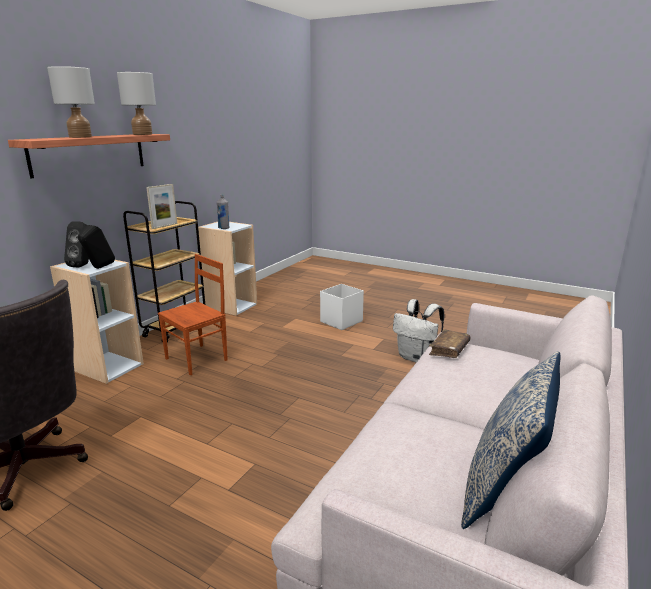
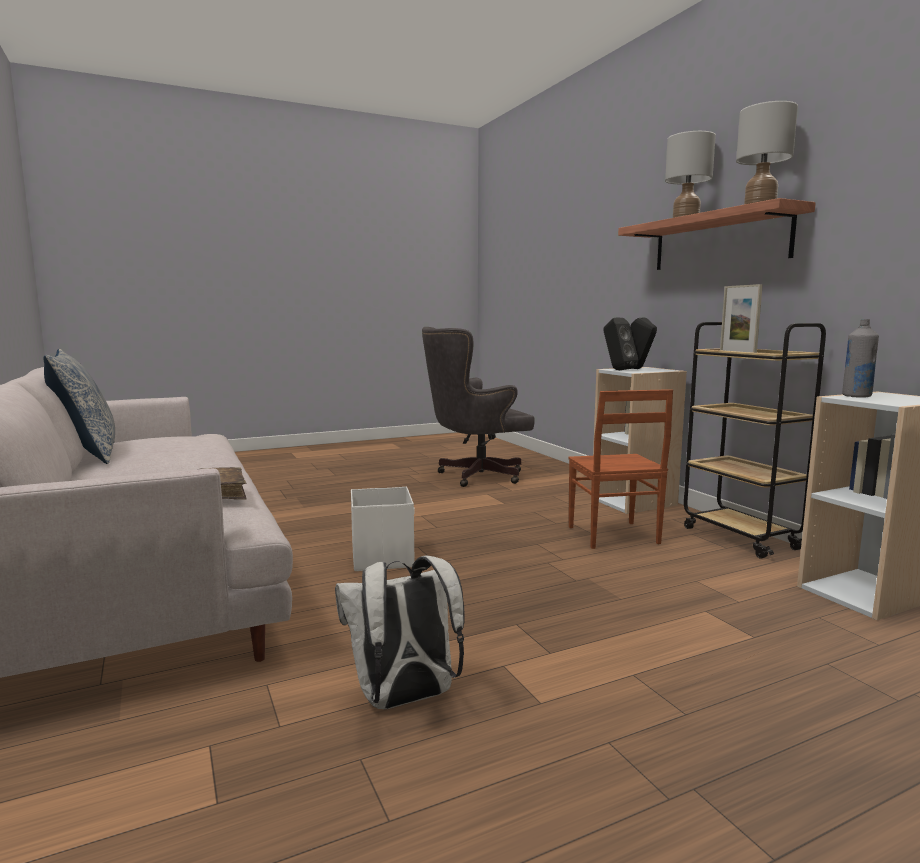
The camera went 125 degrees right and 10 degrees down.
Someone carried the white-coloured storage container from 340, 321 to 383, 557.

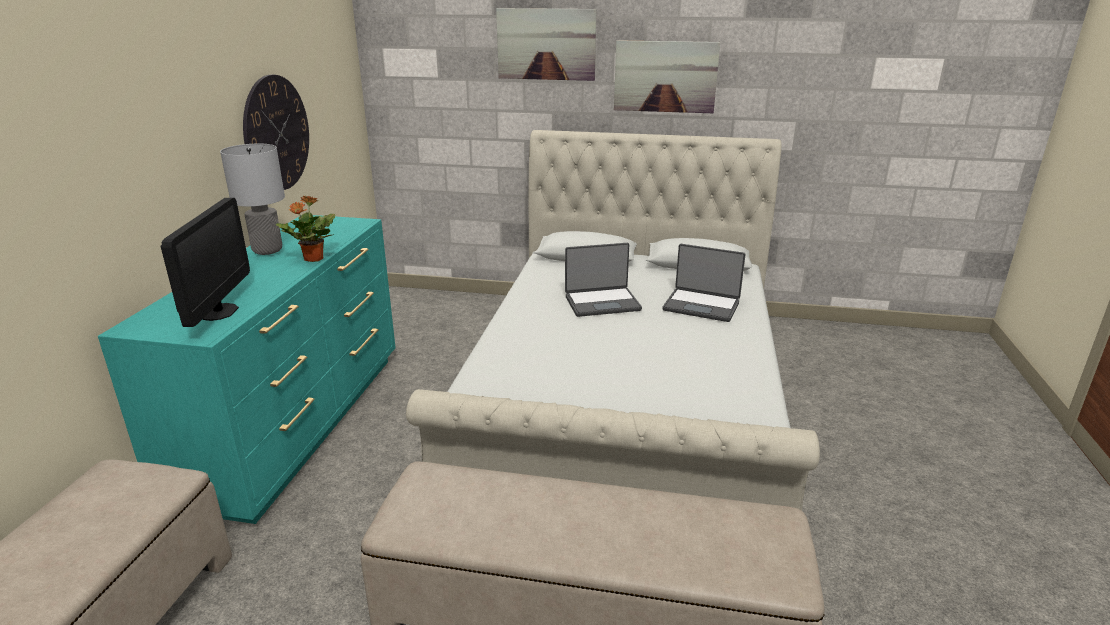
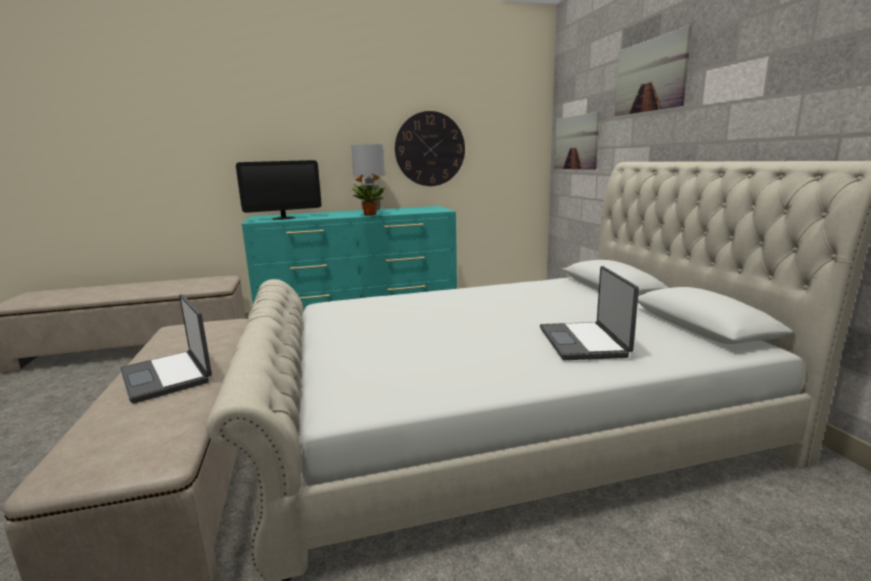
The camera went 65 degrees right and 10 degrees down.
Someone carried the portable computer from 602, 302 to 168, 376.
Someone carried the picture from 665, 76 to 575, 142.

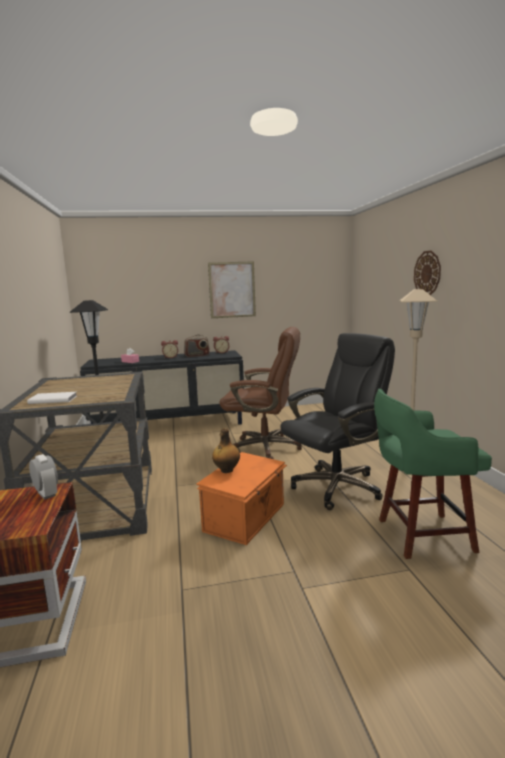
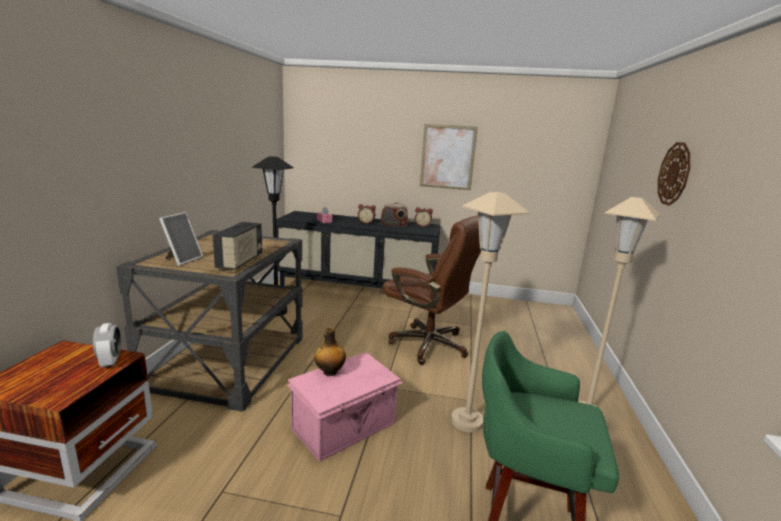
The camera went 20 degrees right and 5 degrees up.
Someone swapped the white-coloured bound book at 53, 399 for the standing frame at 182, 259.
Someone put down the radio set at 240, 261.
Someone repainted the orange-coloured storage container at 246, 517, which became the pink storage container at 345, 426.
Someone swapped the black computer chair at 335, 488 for the beige-coloured floor lamp at 467, 421.

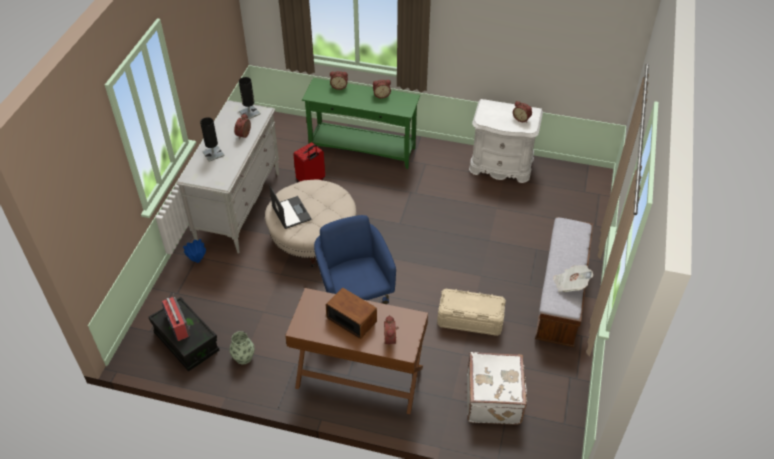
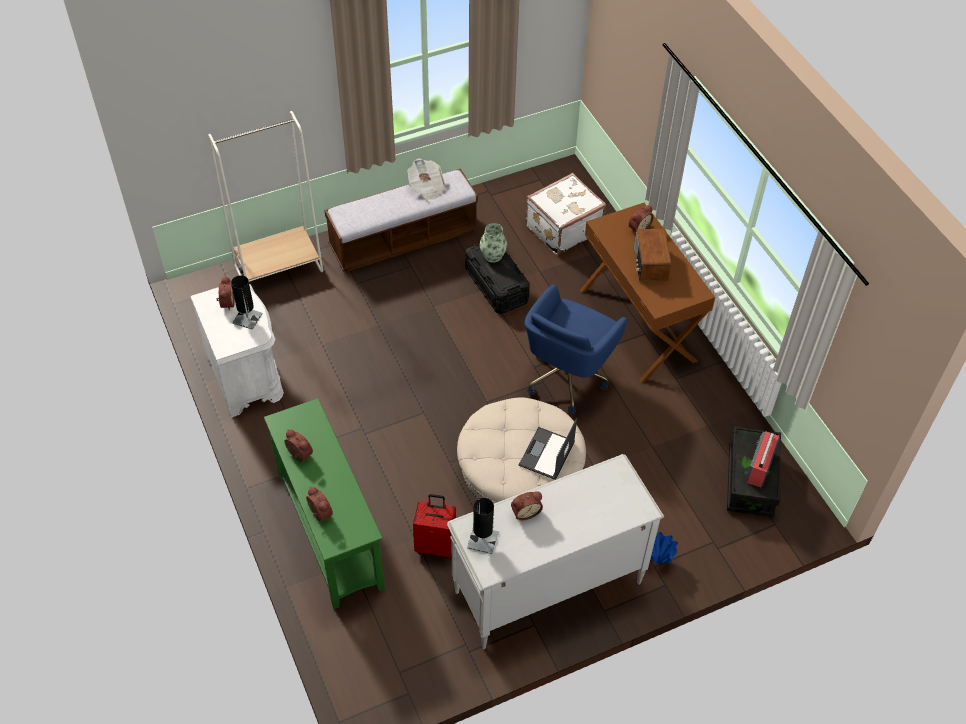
The camera went 130 degrees left and 5 degrees up.
Someone put down the garment stand at 278, 269.
Someone carried the black table lamp from 213, 154 to 247, 318.
Someone repainted the beige-coloured storage container at 470, 320, which became the black storage container at 496, 285.
Someone carried the vase from 243, 357 to 493, 255.

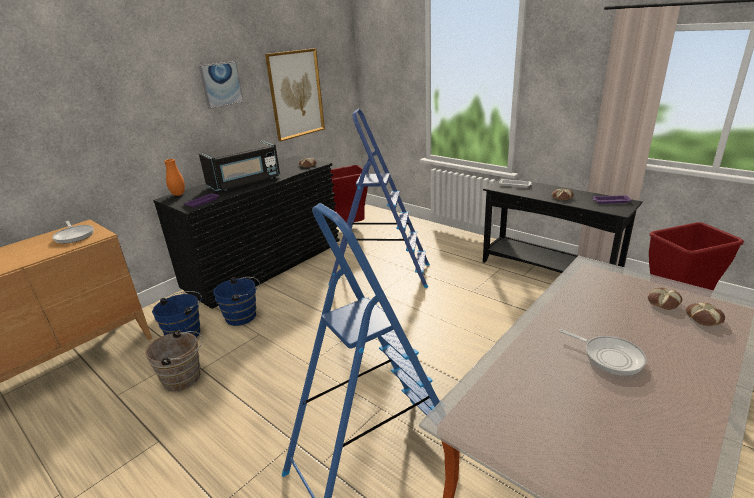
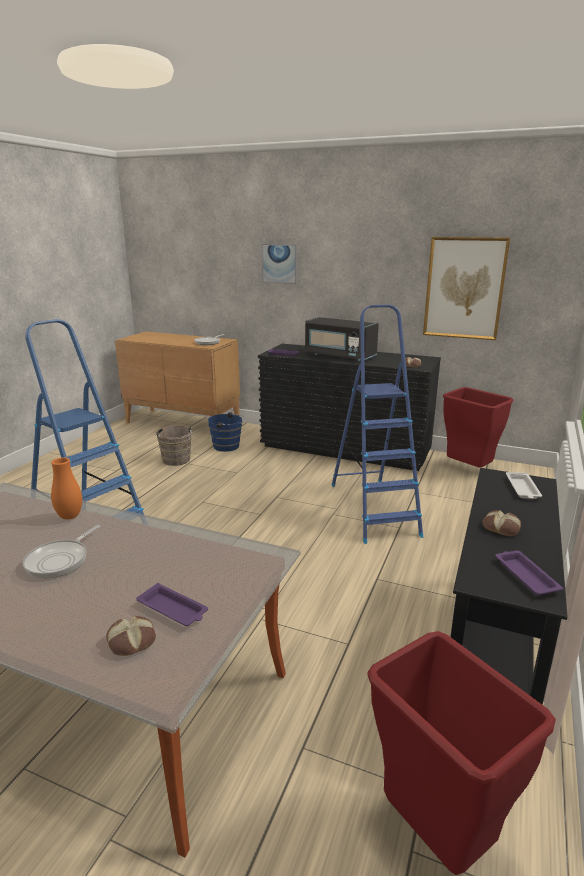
The camera went 70 degrees right and 5 degrees down.
Someone carried the orange-coloured vase from 178, 194 to 70, 516.
Someone swapped the bakery bread at 663, 302 for the purplish carrying tray at 173, 609.
Someone carried the picture from 221, 84 to 279, 263.
Someone took away the blue-coloured water bucket at 243, 316.

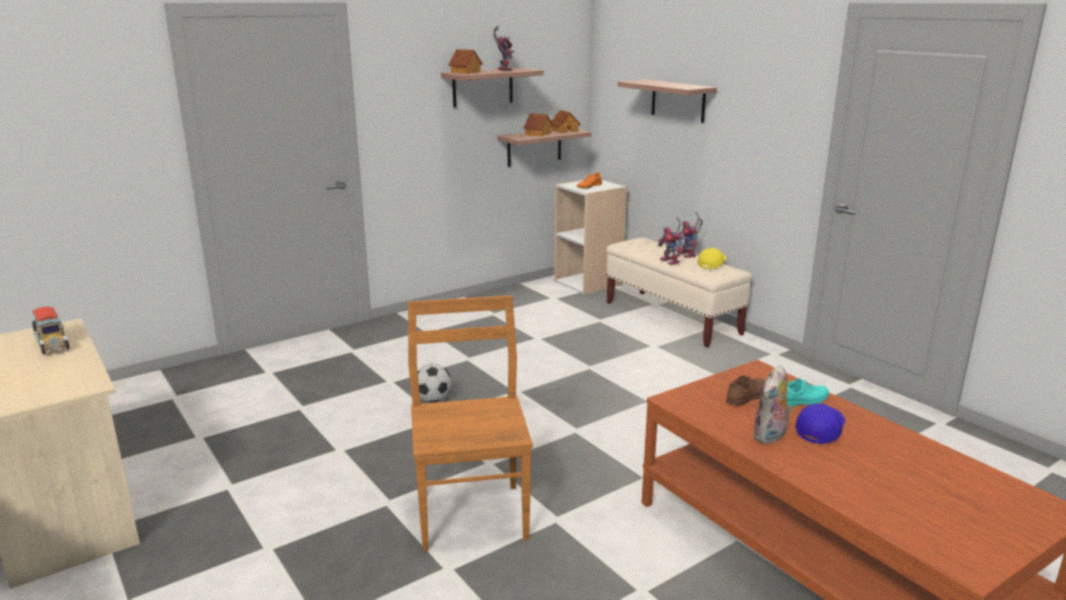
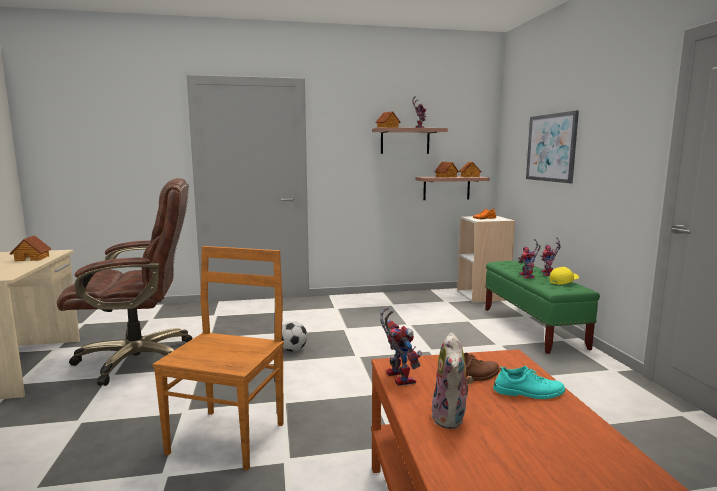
The camera went 25 degrees right and 10 degrees down.
Someone swapped the toy lorry at 52, 346 for the miniature house at 32, 258.
Someone put down the brownish computer chair at 137, 358.
Someone put down the toy robot at 396, 377.
Someone rotated the cuddly toy at 770, 437 by 60 degrees counterclockwise.
Someone repainted the beige-coloured indoor bench at 672, 318, which became the green indoor bench at 532, 328.
Someone swapped the bracket shelf at 678, 100 for the picture at 551, 147.
Someone took away the blue-coloured peaked cap at 820, 430.

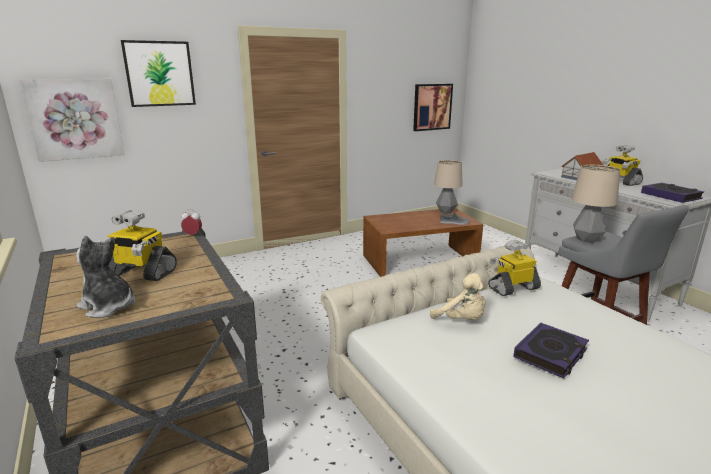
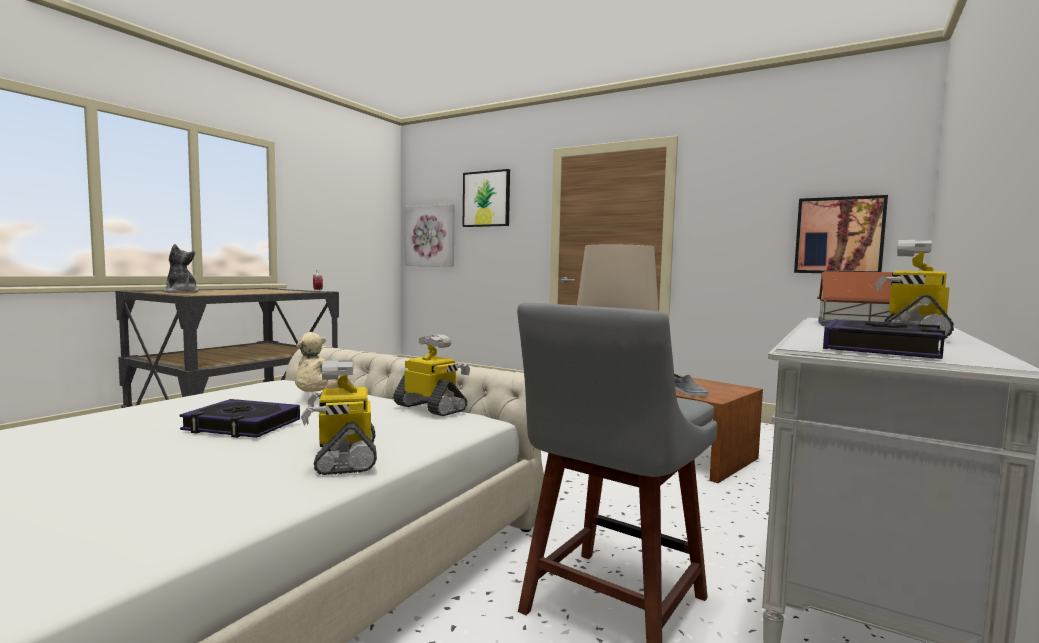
The camera went 60 degrees right and 15 degrees down.
Someone rotated the cuddly toy at 109, 306 by 45 degrees counterclockwise.
Someone carried the toy robot from 141, 273 to 344, 458.
Someone took away the table lamp at 446, 212.

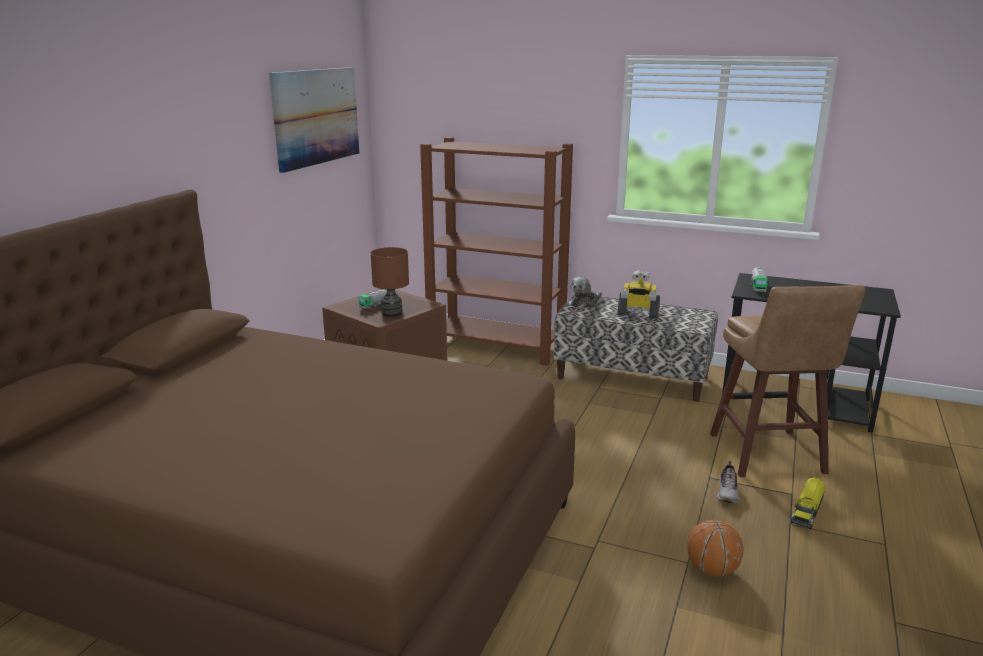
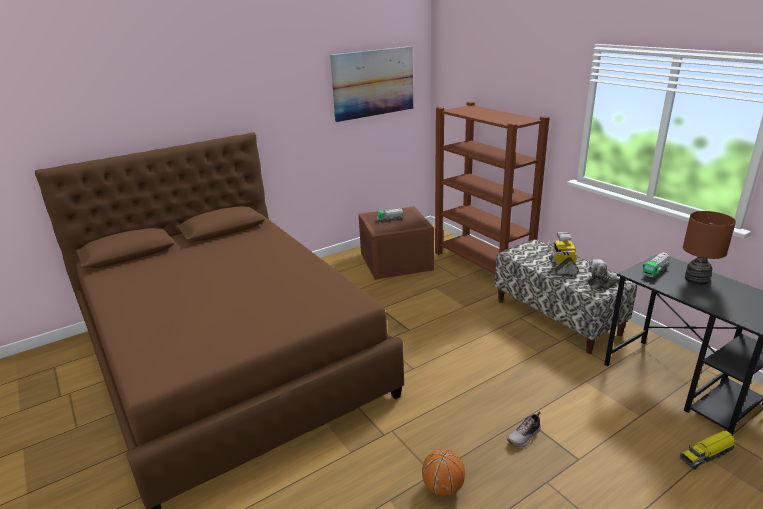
The camera went 35 degrees right and 5 degrees up.
Someone rotated the toy robot at 637, 314 by 45 degrees clockwise.
Someone carried the cuddly toy from 585, 303 to 603, 283.
Someone carried the toy lorry from 807, 510 to 706, 454.
Someone carried the brownish table lamp from 392, 313 to 696, 279.
Someone took away the brownish stool seat at 768, 455.

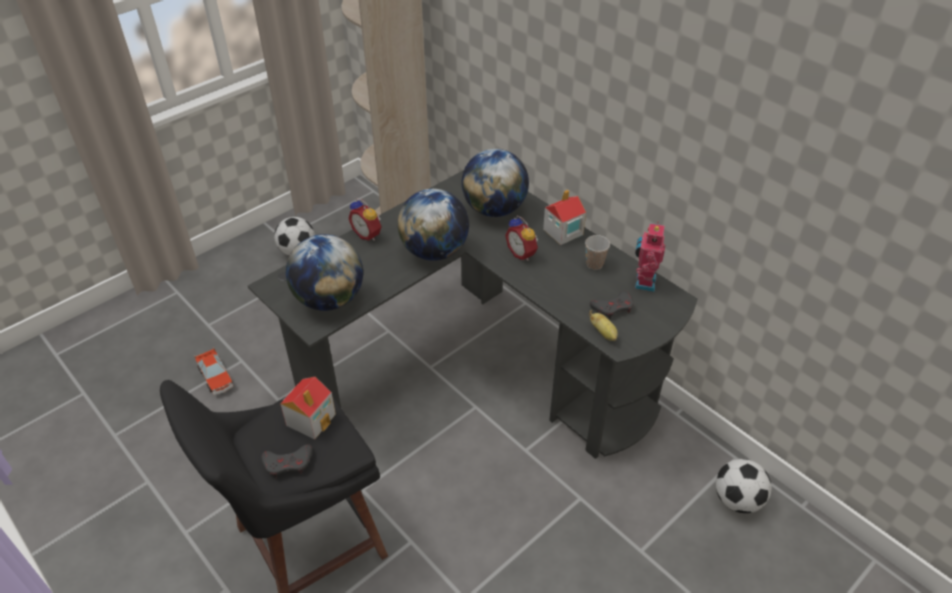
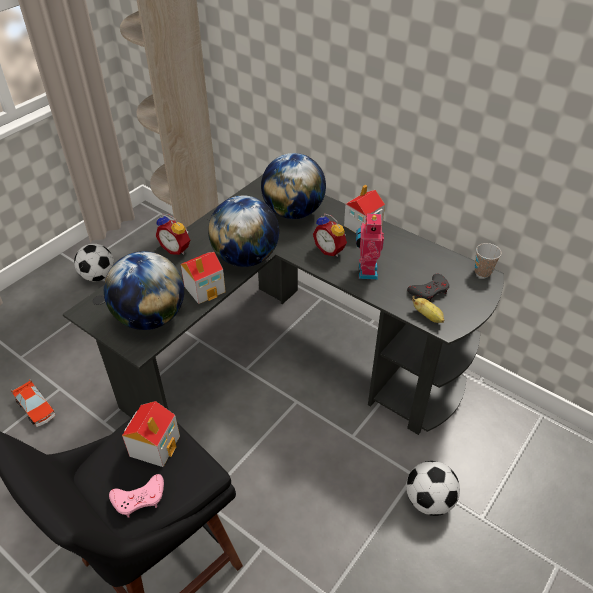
The camera went 10 degrees left and 0 degrees up.
Someone repainted the greyish game controller at 288, 463, which became the pink game controller at 139, 498.
Someone put down the miniature house at 205, 289.
Someone carried the toy robot from 643, 282 to 366, 271.
Someone carried the football ball from 737, 500 to 428, 500.
Someone carried the cup from 594, 264 to 482, 272.

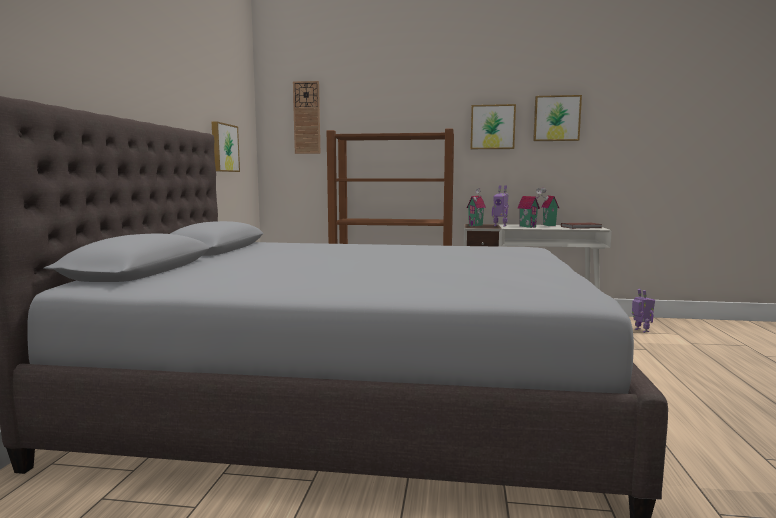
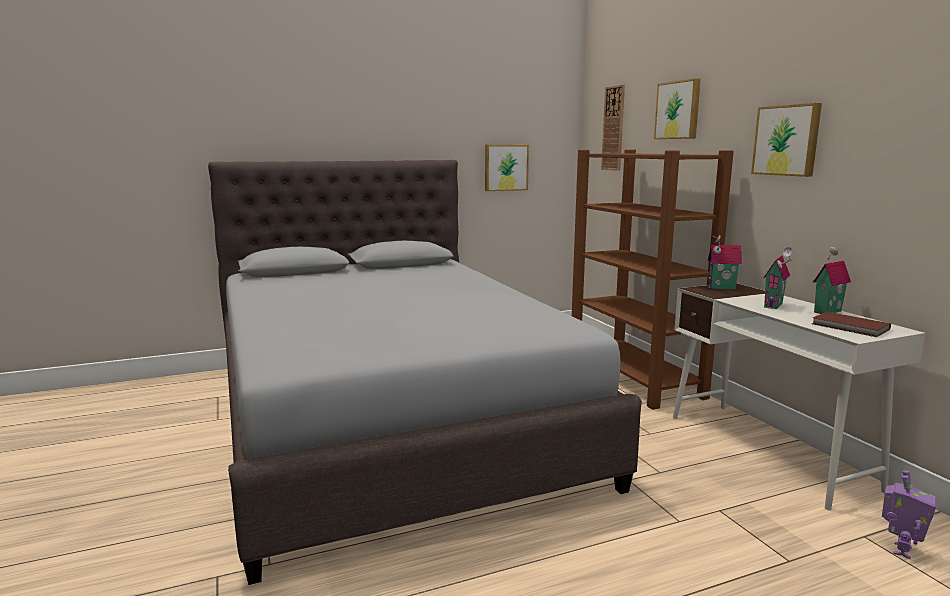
The camera went 60 degrees right and 5 degrees up.
Someone carried the picture from 556, 118 to 678, 110.
Someone took away the toy robot at 500, 226.

